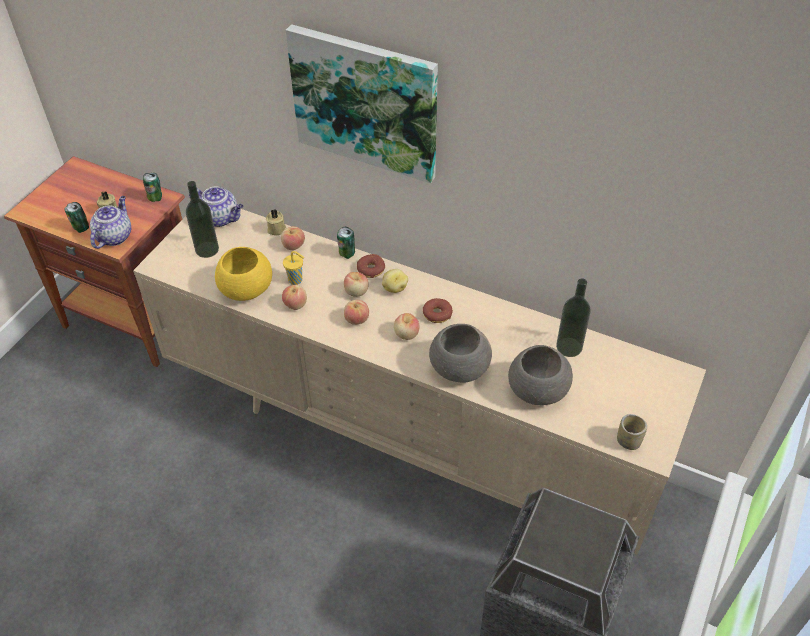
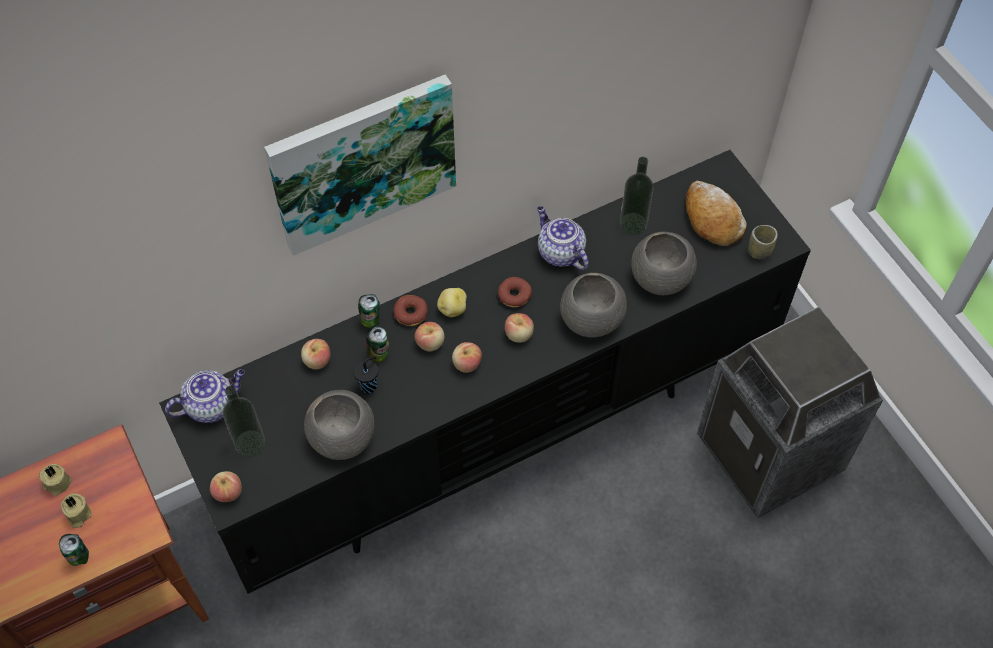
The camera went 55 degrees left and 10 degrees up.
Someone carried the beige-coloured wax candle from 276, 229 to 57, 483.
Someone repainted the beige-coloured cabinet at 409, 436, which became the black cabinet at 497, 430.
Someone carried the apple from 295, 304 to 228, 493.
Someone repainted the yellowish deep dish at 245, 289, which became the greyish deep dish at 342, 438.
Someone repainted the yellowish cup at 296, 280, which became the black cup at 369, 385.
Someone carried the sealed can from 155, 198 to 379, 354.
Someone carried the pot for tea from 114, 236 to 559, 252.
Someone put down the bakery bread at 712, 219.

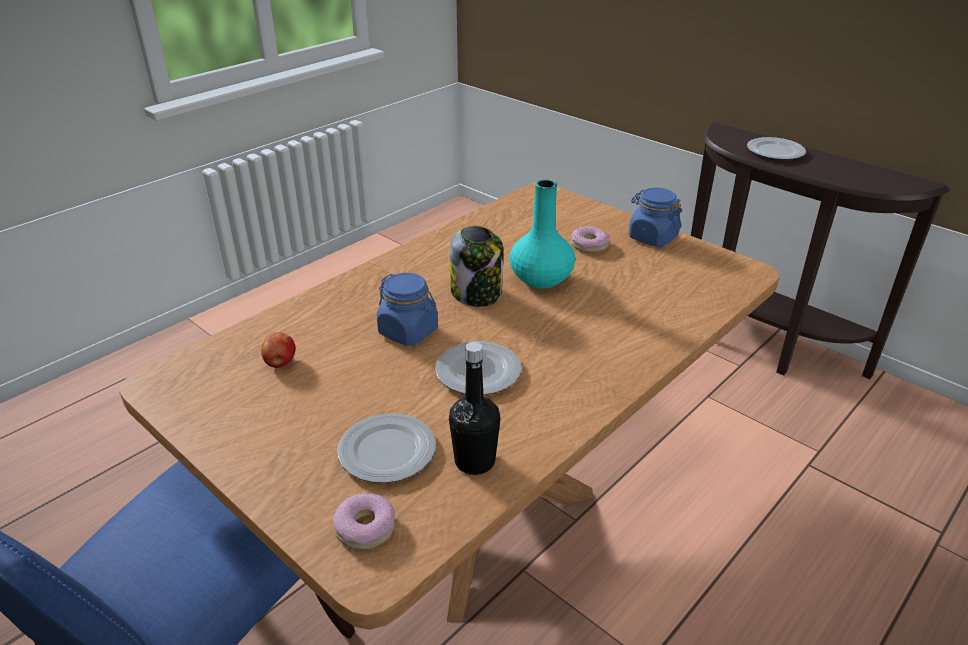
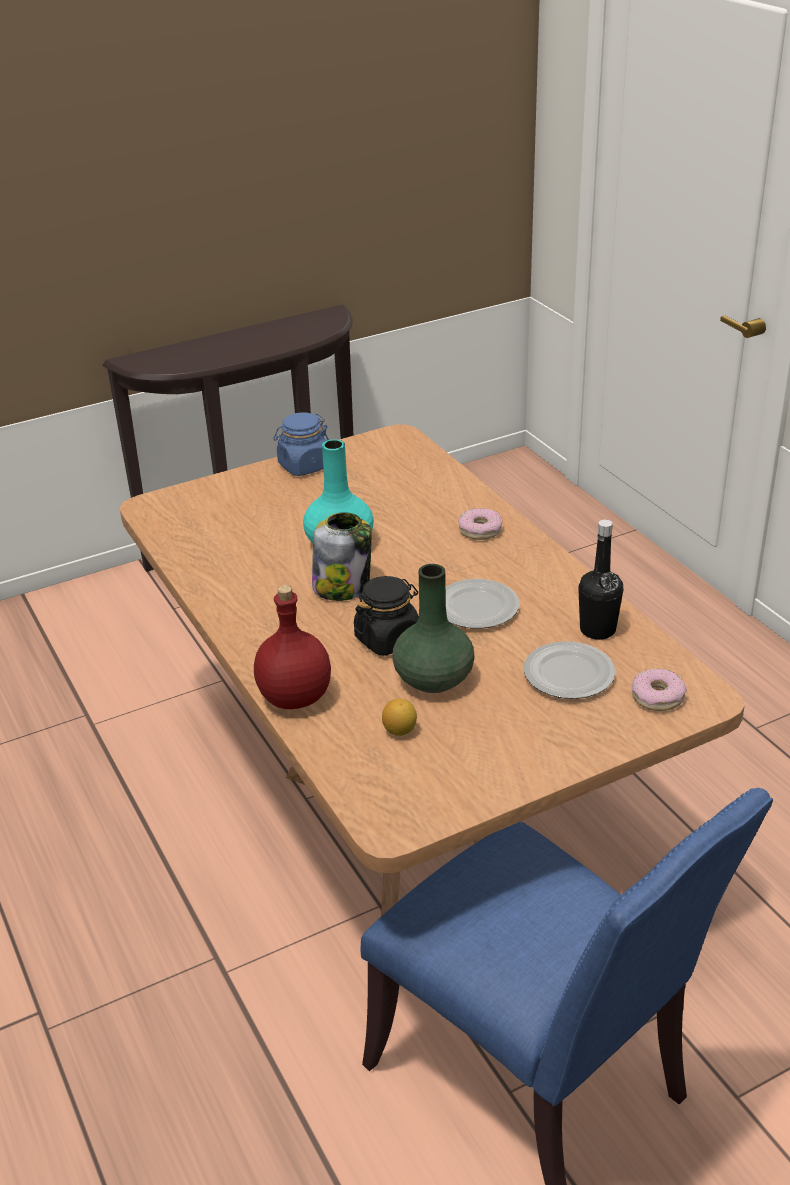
The camera went 70 degrees left and 0 degrees up.
Someone put down the reddish drink bottle at 294, 698.
Someone repainted the blue-coloured jar at 408, 331, which became the black jar at 387, 639.
Someone swapped the apple at 280, 363 for the whole lemon at 400, 730.
Someone put down the green vase at 432, 679.
Someone carried the donut from 589, 245 to 480, 530.
Someone took away the flat dish at 774, 152.

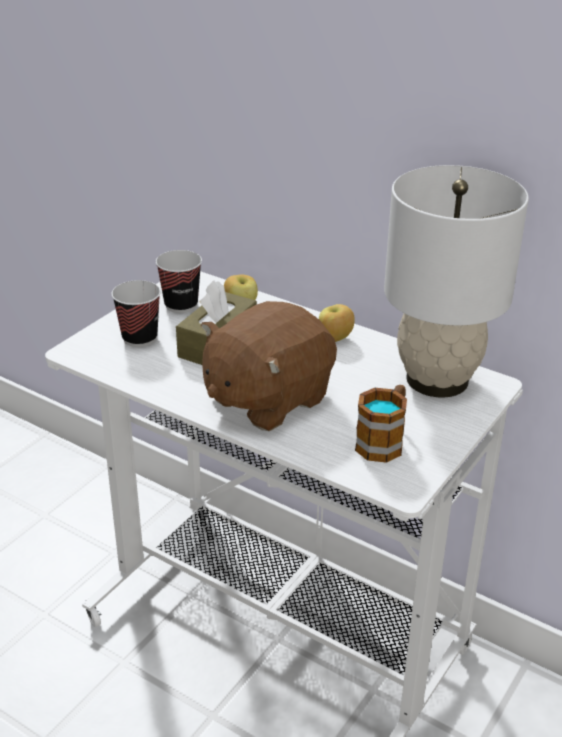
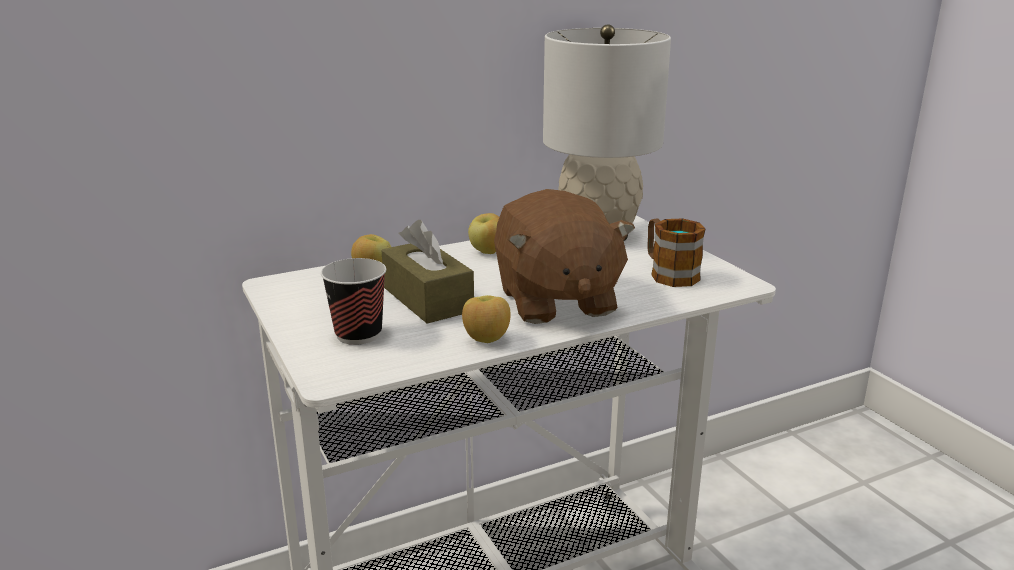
The camera went 60 degrees left and 10 degrees down.
Someone put down the apple at 486, 340.
Someone took away the cup at 181, 305.

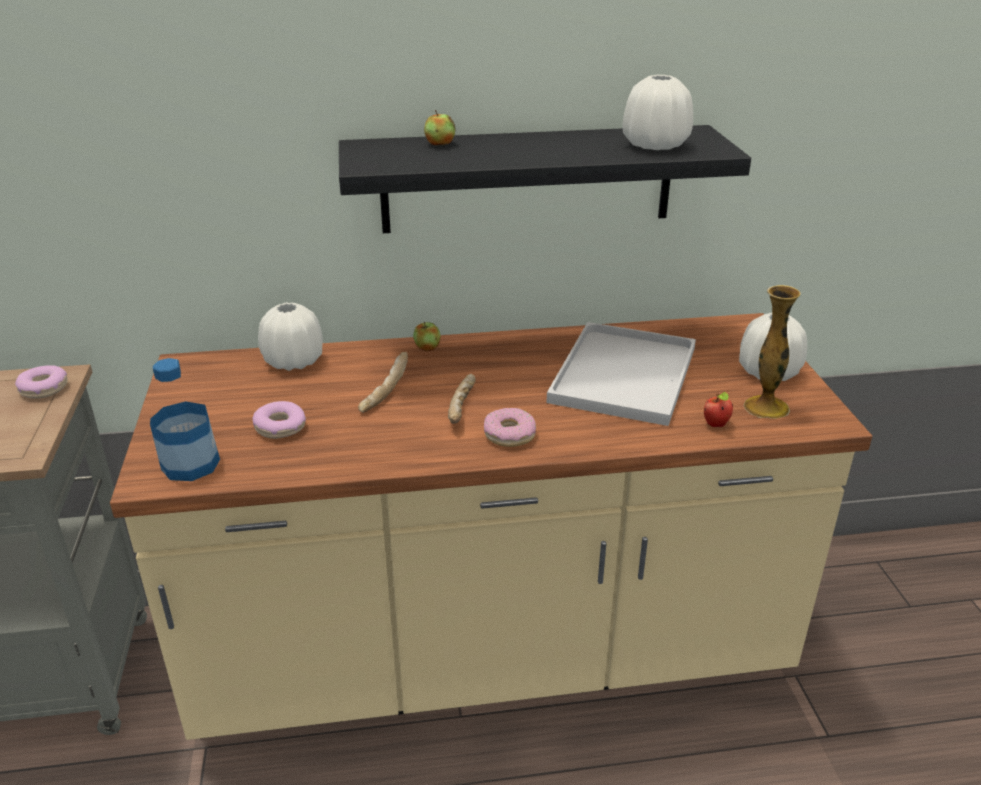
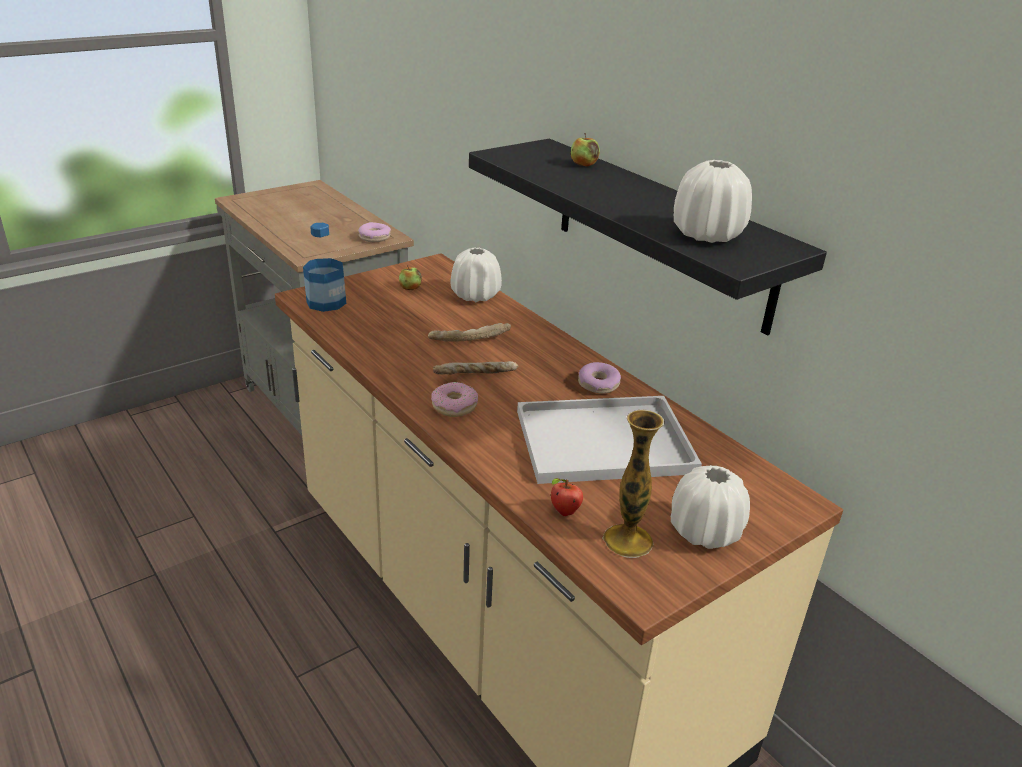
The camera went 60 degrees right and 0 degrees up.
Someone carried the apple from 427, 347 to 410, 288.
Someone carried the donut from 280, 427 to 598, 384.

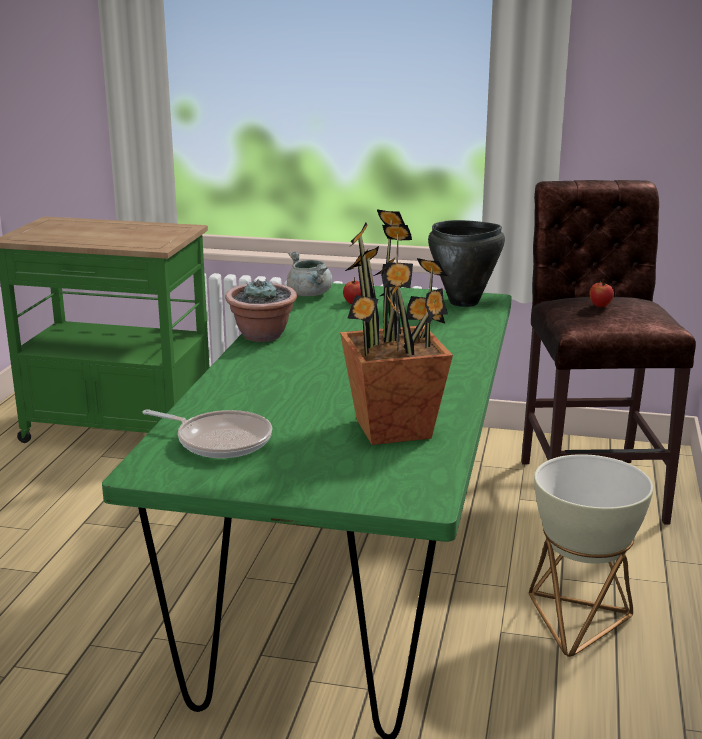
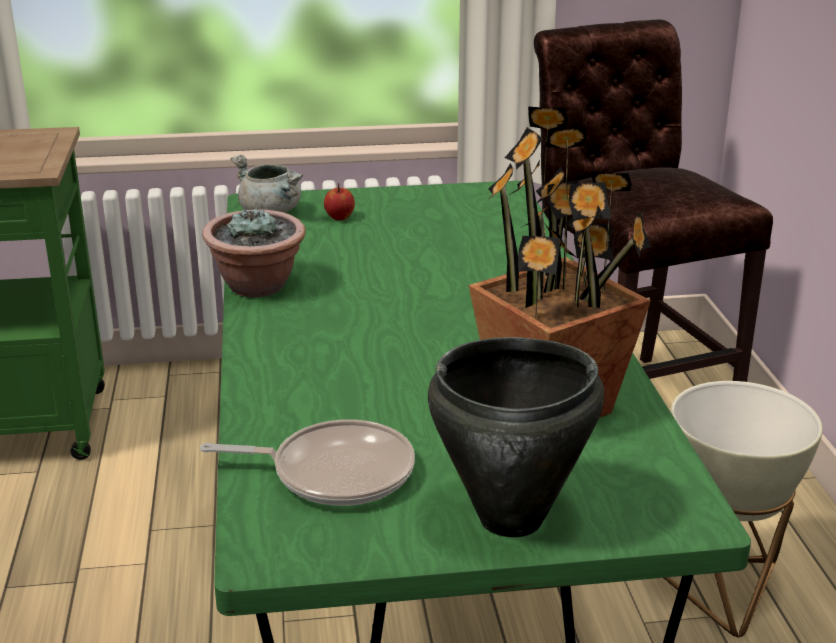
The camera went 20 degrees left and 5 degrees up.
Someone carried the black stockpot from 464, 302 to 512, 519.
Someone took away the apple at 600, 305.

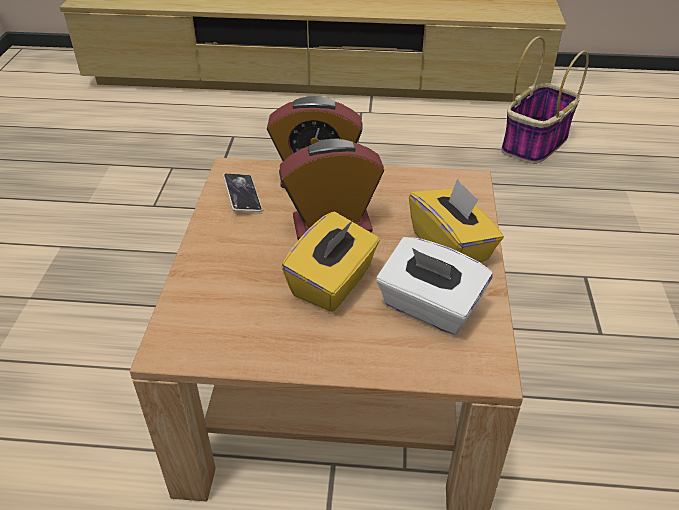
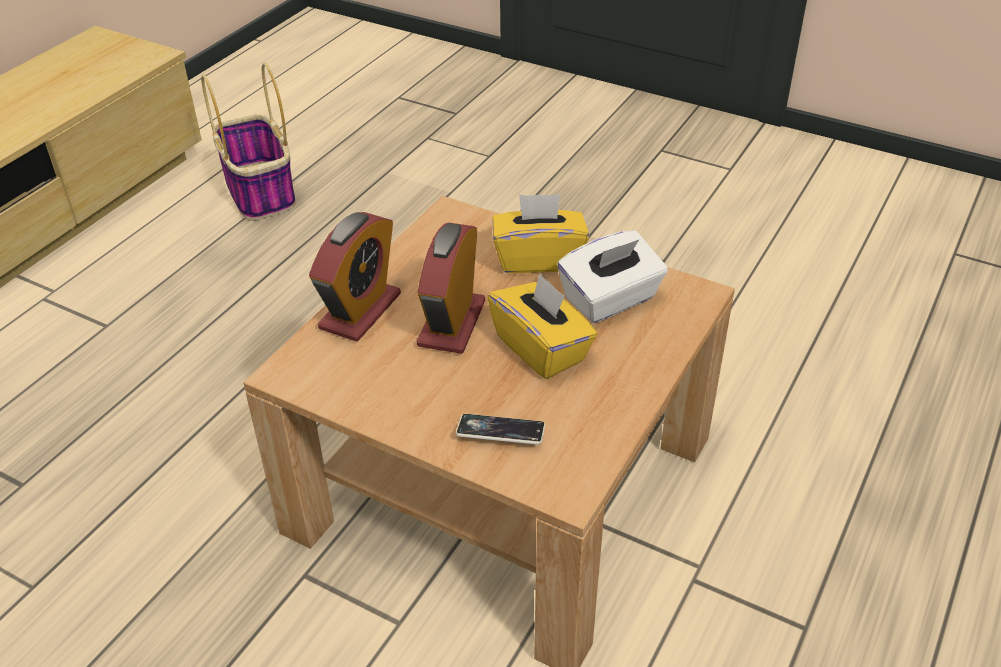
The camera went 65 degrees left and 0 degrees up.
Someone carried the phone from 242, 196 to 501, 433.

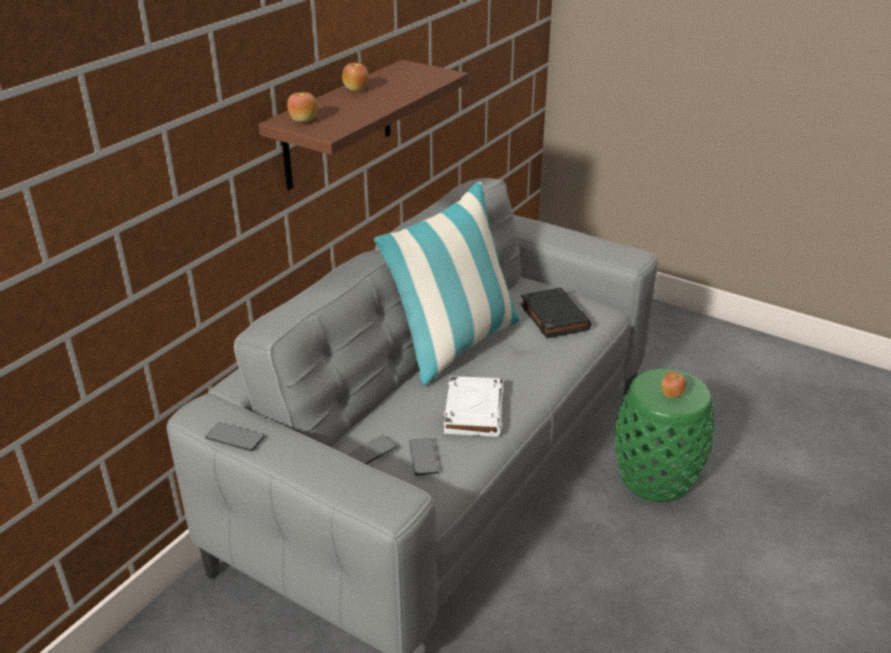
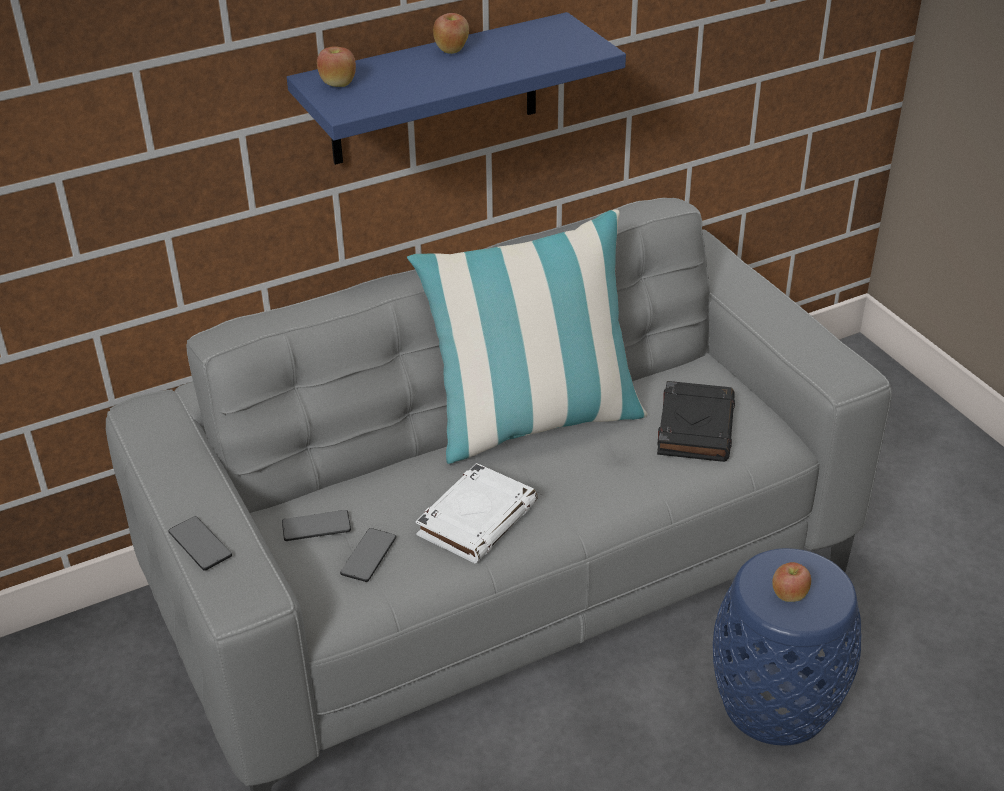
The camera went 30 degrees right and 5 degrees up.
Someone carried the phone from 235, 438 to 200, 544.
Someone repainted the brownish bracket shelf at 338, 125, which became the blue-coloured bracket shelf at 434, 90.
Someone repainted the green stool seat at 655, 477, which became the blue-coloured stool seat at 775, 703.

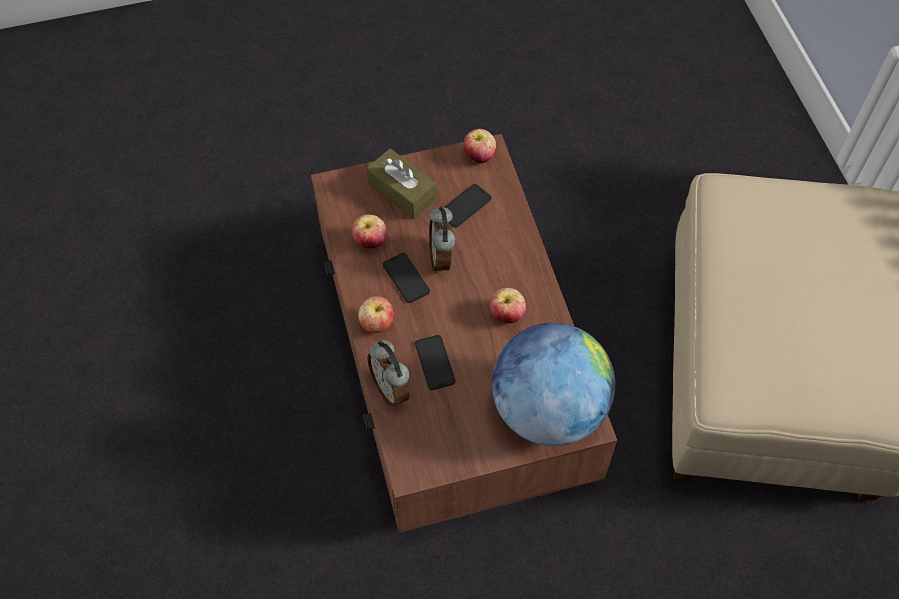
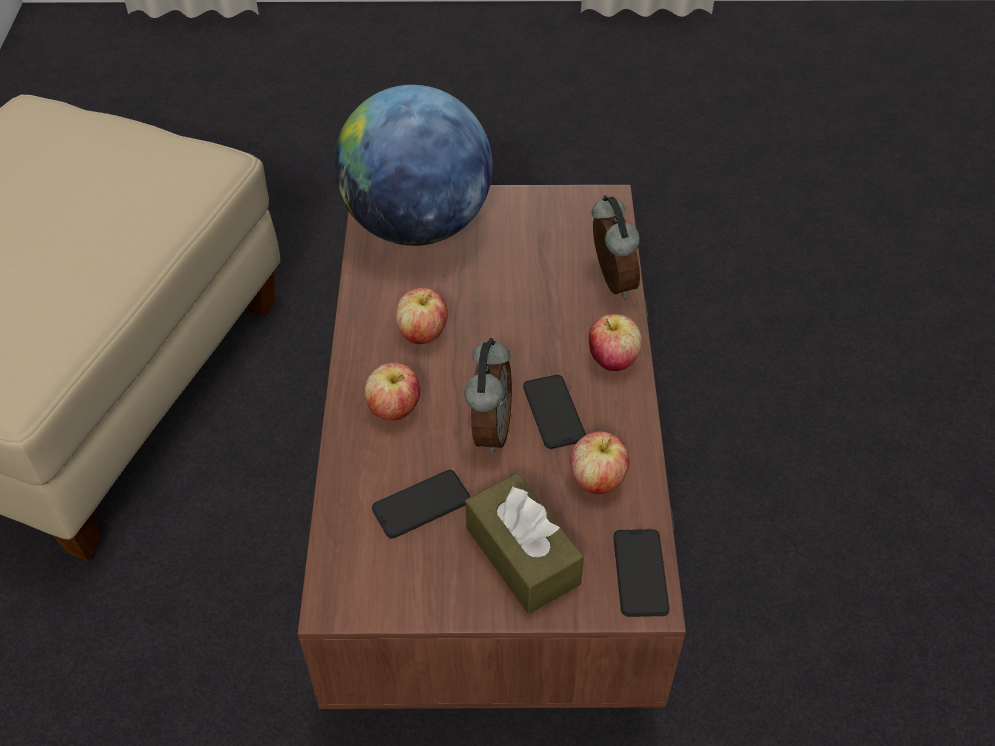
The camera went 165 degrees left and 10 degrees down.
Someone carried the apple from 479, 156 to 394, 409.
Someone carried the phone from 435, 362 to 640, 573.

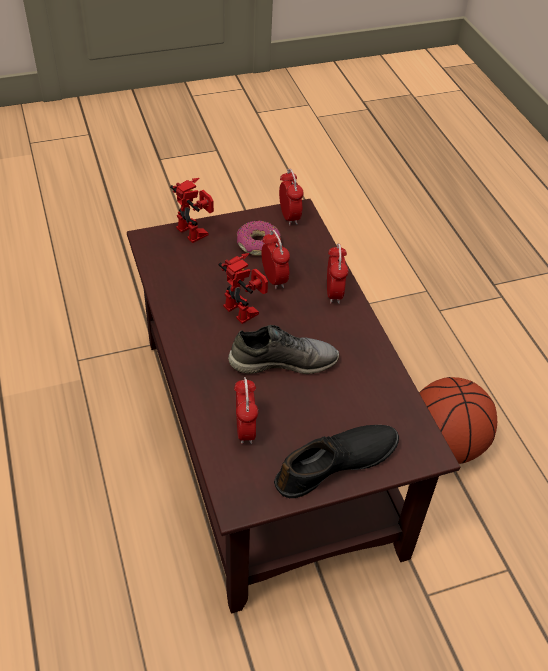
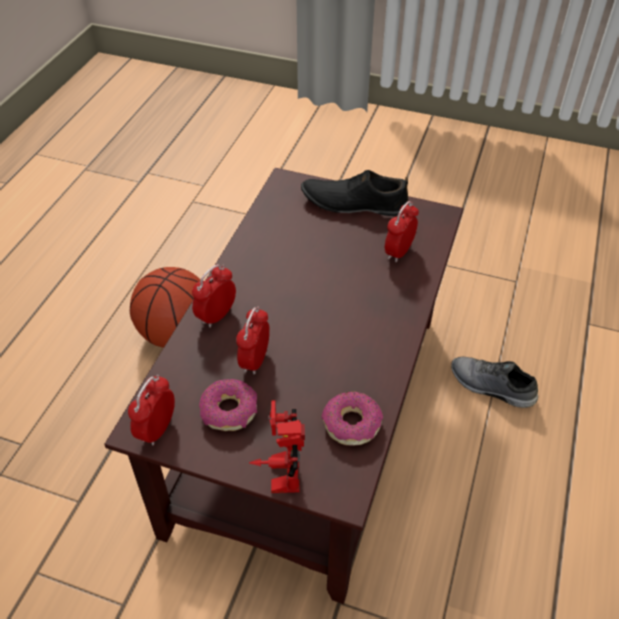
The camera went 140 degrees left and 0 degrees up.
Someone put down the donut at 351, 424.
Someone carried the greyish item of footwear from 283, 361 to 491, 387.
Someone took away the toy robot at 246, 309.

